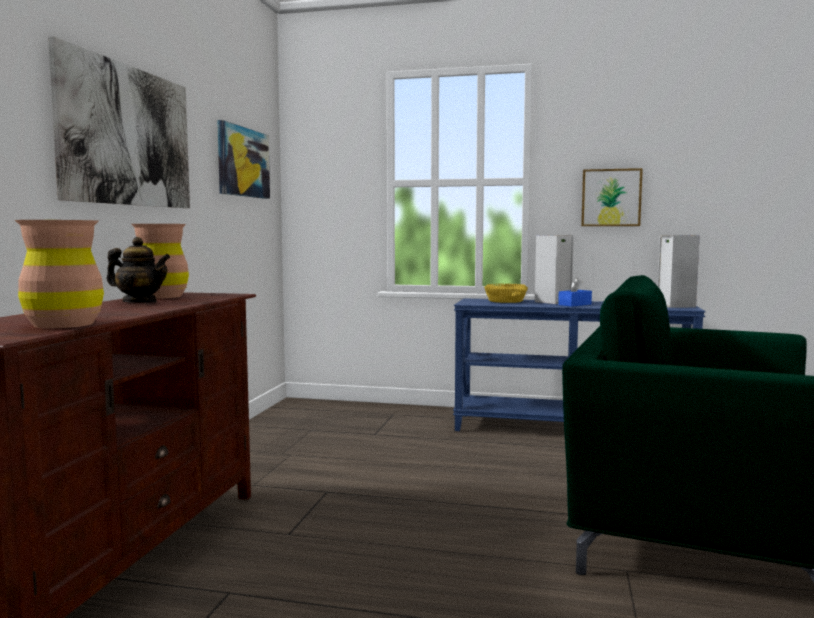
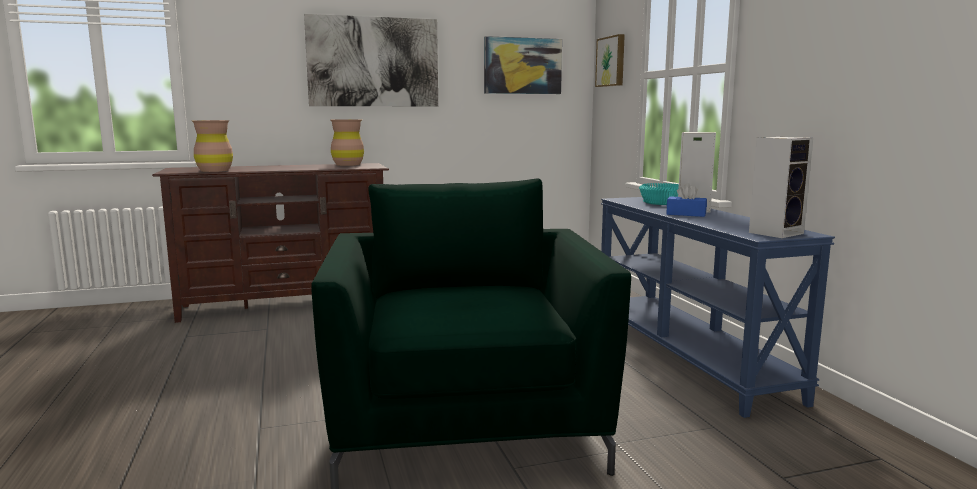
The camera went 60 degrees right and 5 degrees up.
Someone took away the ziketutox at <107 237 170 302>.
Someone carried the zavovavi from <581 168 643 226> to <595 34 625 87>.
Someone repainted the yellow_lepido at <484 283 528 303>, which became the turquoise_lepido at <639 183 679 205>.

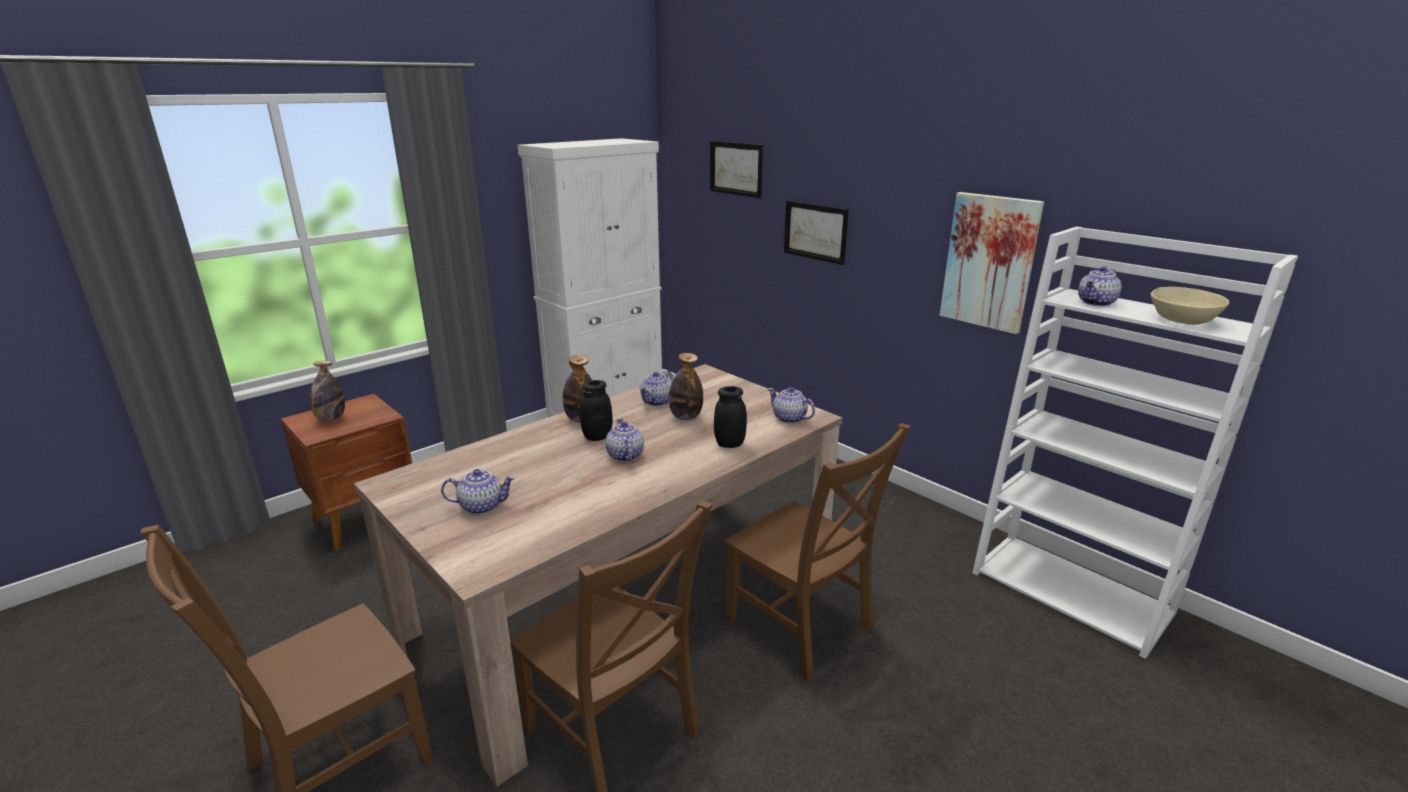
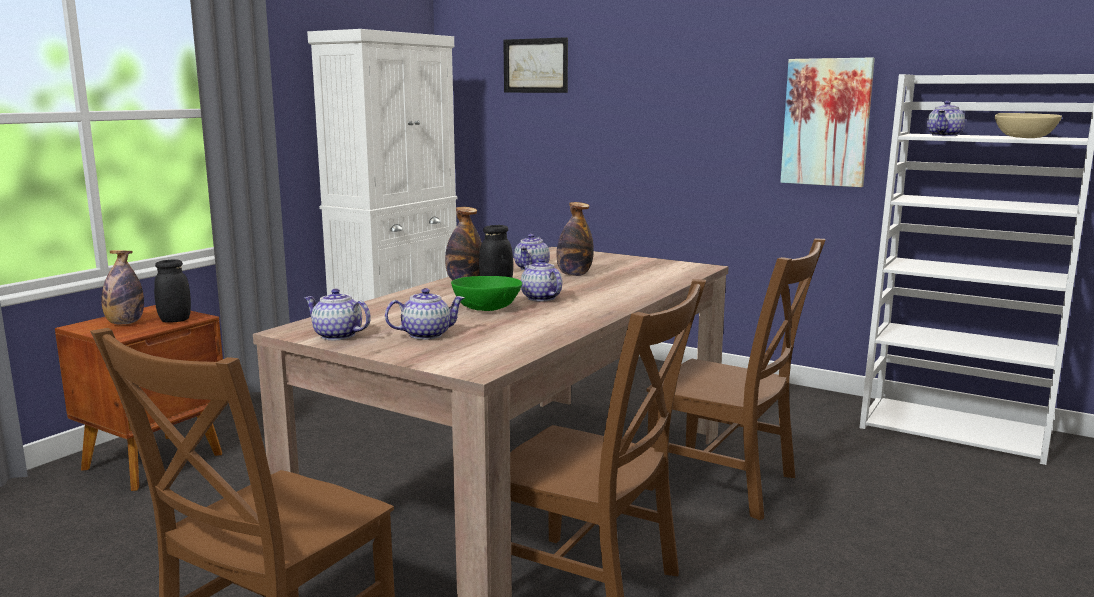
The camera went 15 degrees left and 10 degrees down.
Someone took away the zavovavi at <784 200 849 265>.
Someone put down the green_lepido at <451 276 522 311>.
Someone carried the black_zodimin from <714 386 747 448> to <154 259 191 322>.
Someone carried the ziketutox from <768 387 815 424> to <304 289 371 340>.

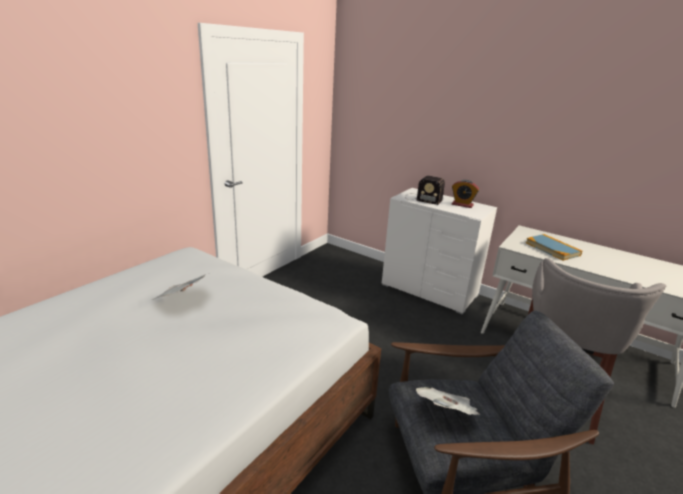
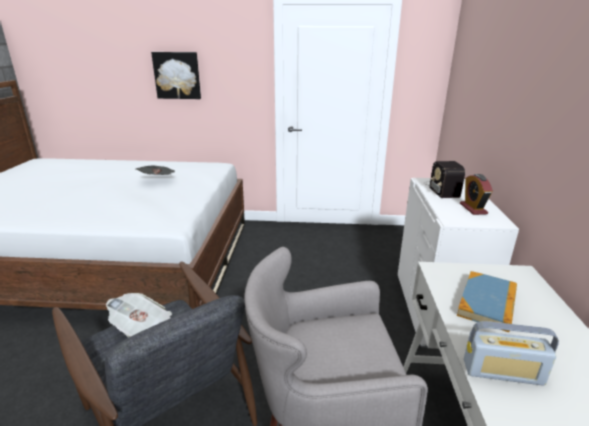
The camera went 60 degrees right and 0 degrees up.
Someone put up the zavovavi at <151 52 201 99>.
Someone put down the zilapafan at <464 321 559 386>.

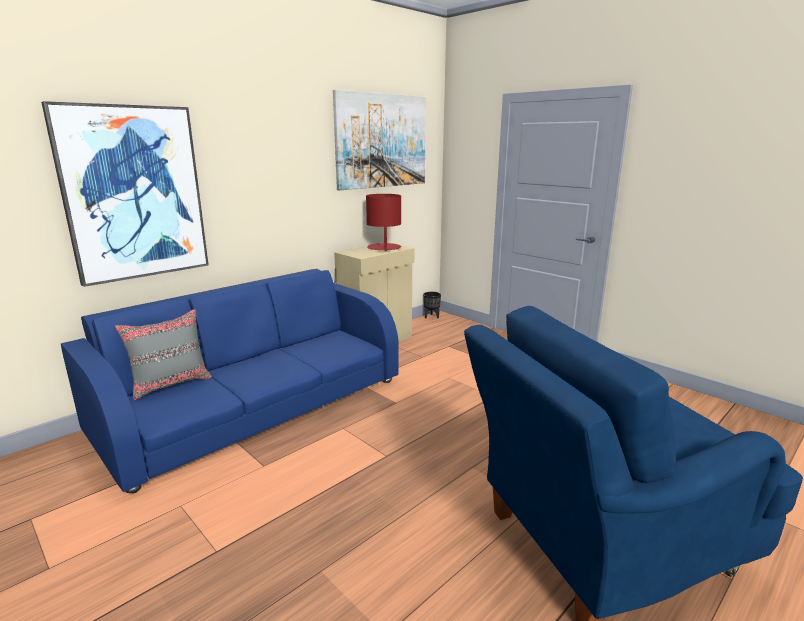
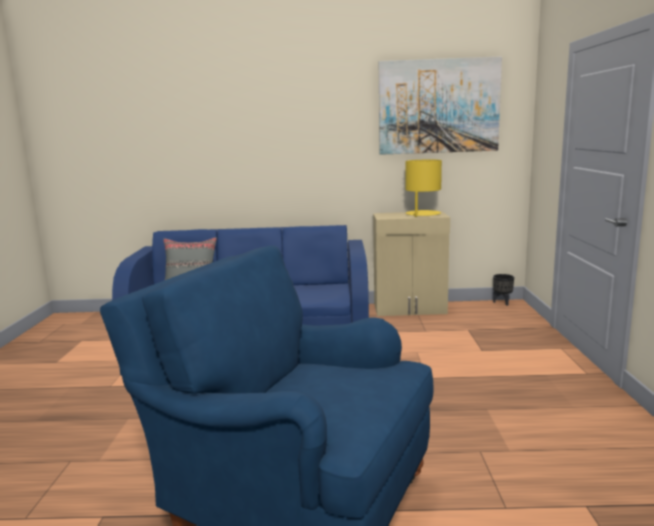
The camera went 45 degrees right and 5 degrees down.
Someone took away the zavovavi at <41 101 209 287>.
Someone repainted the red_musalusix at <366 194 401 252>, which became the yellow_musalusix at <405 159 442 217>.

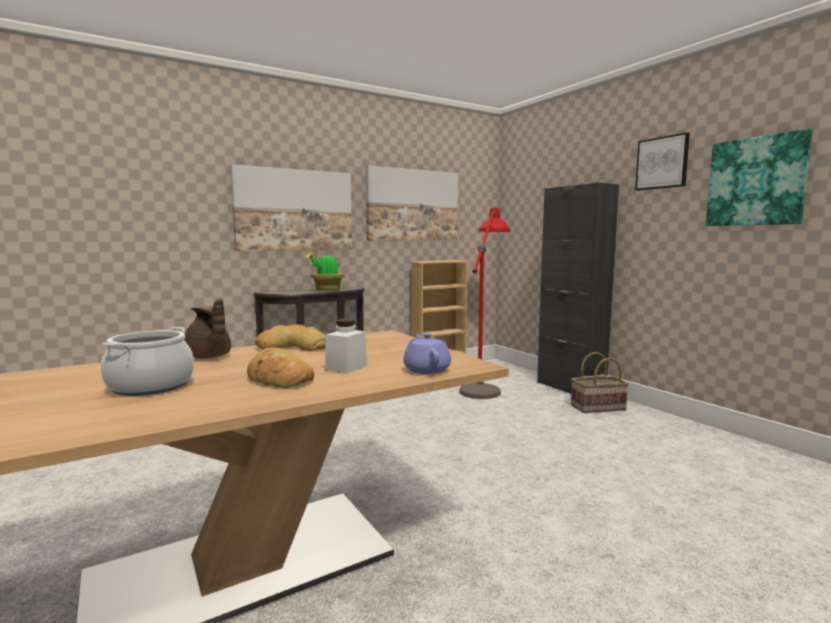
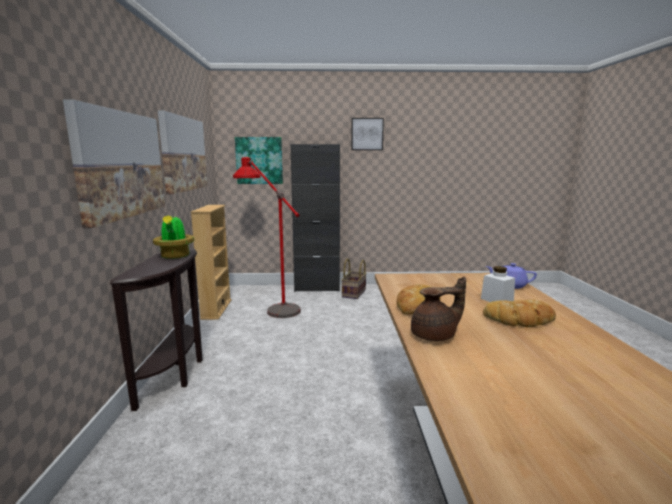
The camera went 60 degrees left and 5 degrees up.
Someone took away the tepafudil at <101 327 194 396>.
Someone carried the zavovavi from <706 128 813 226> to <235 137 283 184>.

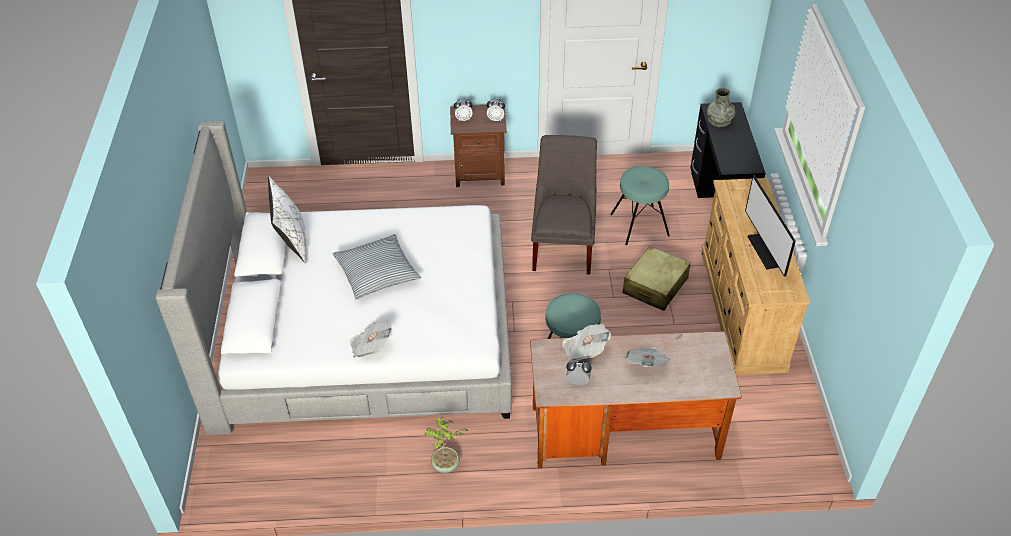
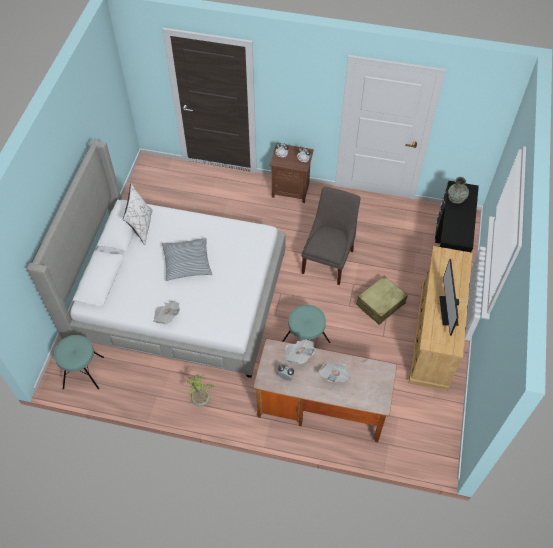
The camera went 15 degrees right and 10 degrees up.
Someone carried the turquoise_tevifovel from <610 166 670 245> to <54 335 104 390>.

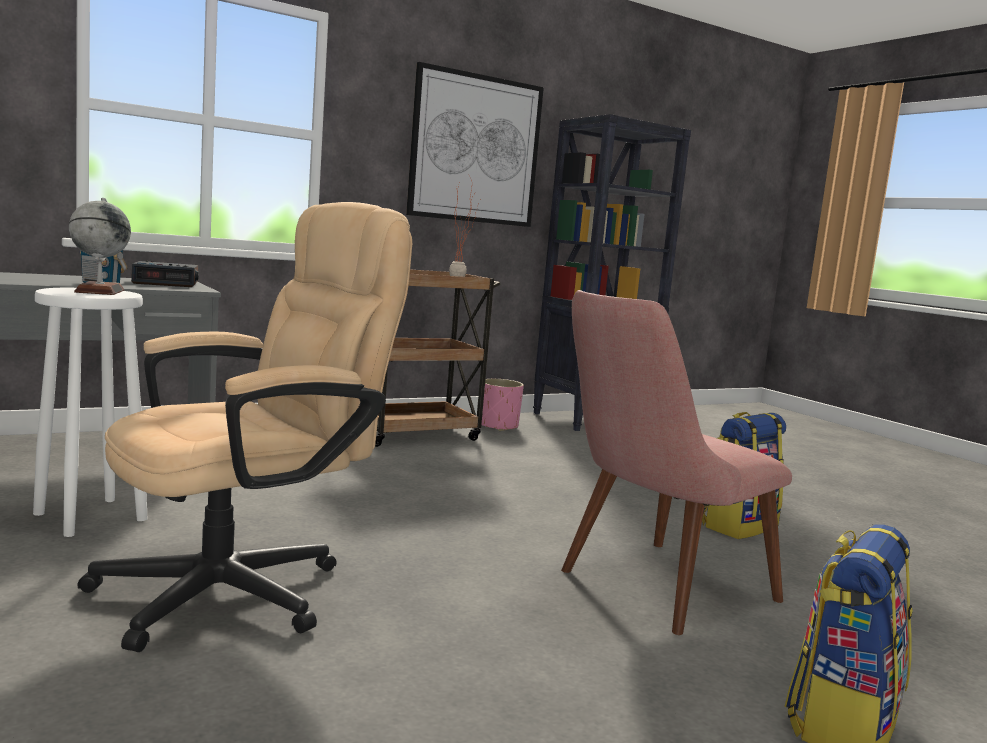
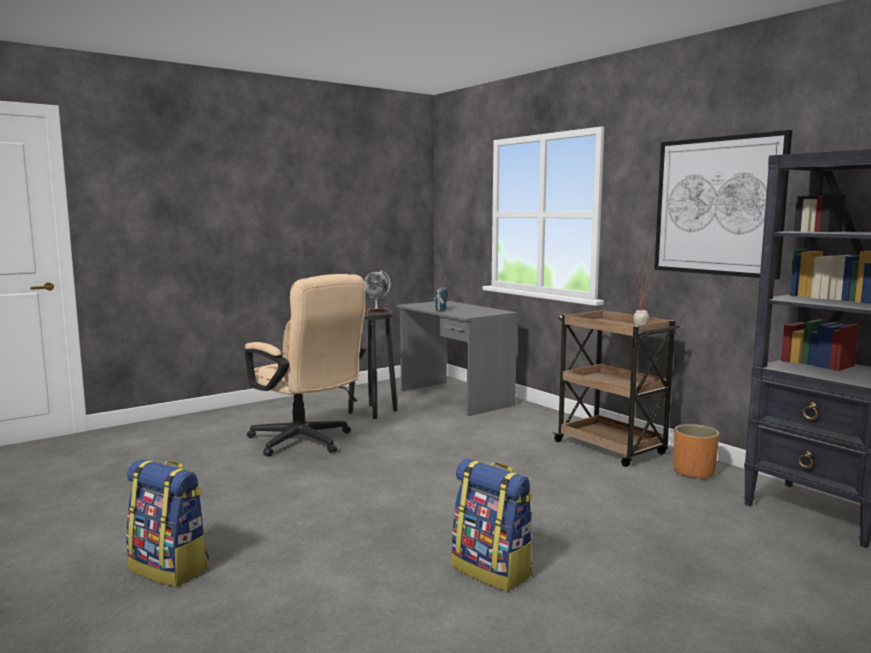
The camera went 85 degrees right and 0 degrees up.
Someone took away the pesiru at <131 261 199 287>.
Someone took away the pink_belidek at <561 290 792 635>.
Someone repainted the white_tevifovel at <33 288 147 537>, which became the black_tevifovel at <348 310 397 419>.
Someone repainted the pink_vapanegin at <481 379 524 431>, which became the orange_vapanegin at <673 424 719 480>.

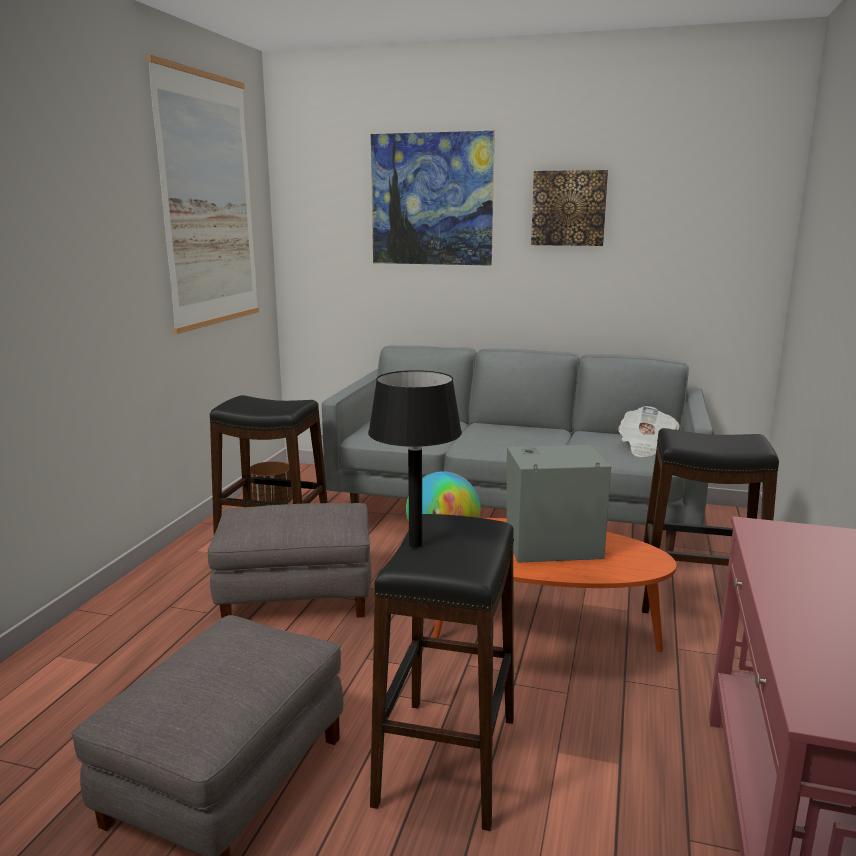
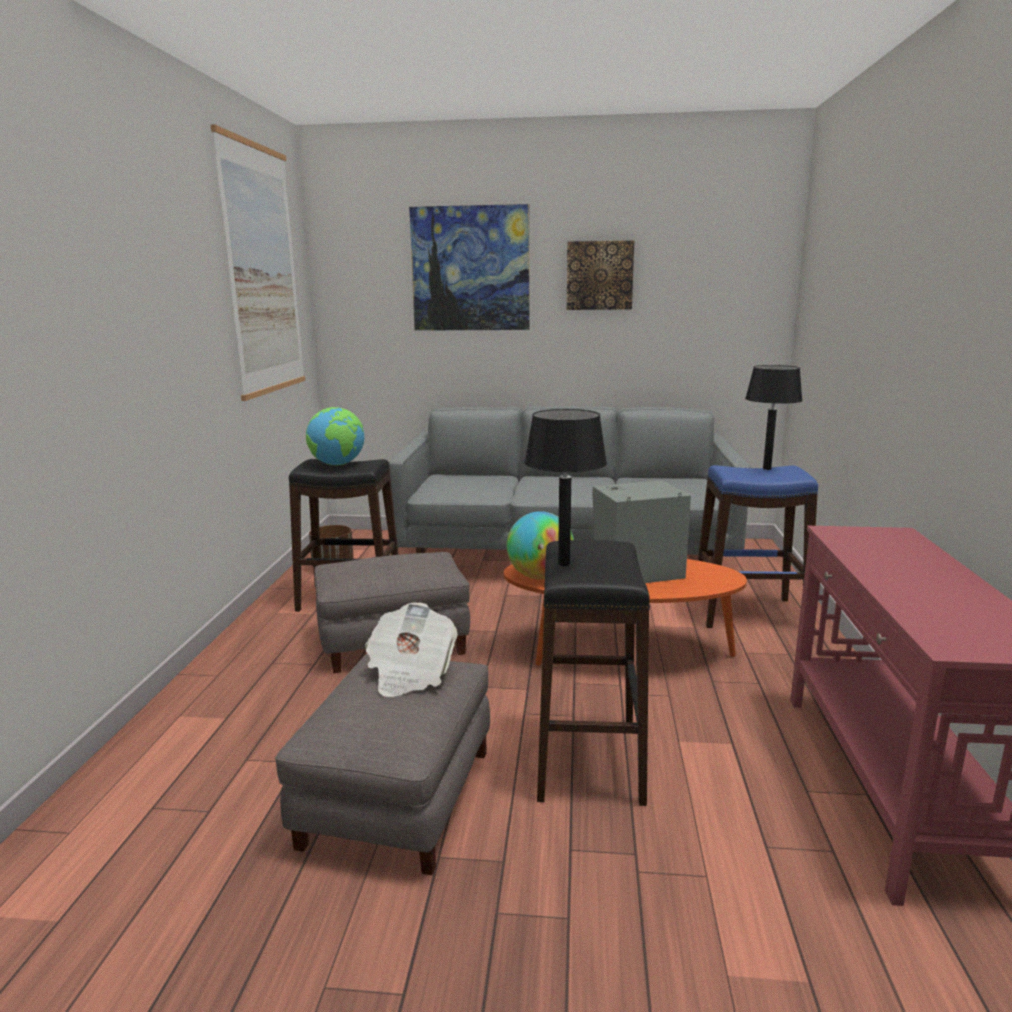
The camera went 10 degrees left and 0 degrees up.
Someone put down the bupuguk at <306 407 364 466>.
Someone put down the black_musalusix at <745 365 803 470>.
Someone carried the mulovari from <618 406 680 457> to <365 602 458 697>.
Someone repainted the black_tevifovel at <642 428 779 613>, which became the blue_tevifovel at <698 465 818 628>.

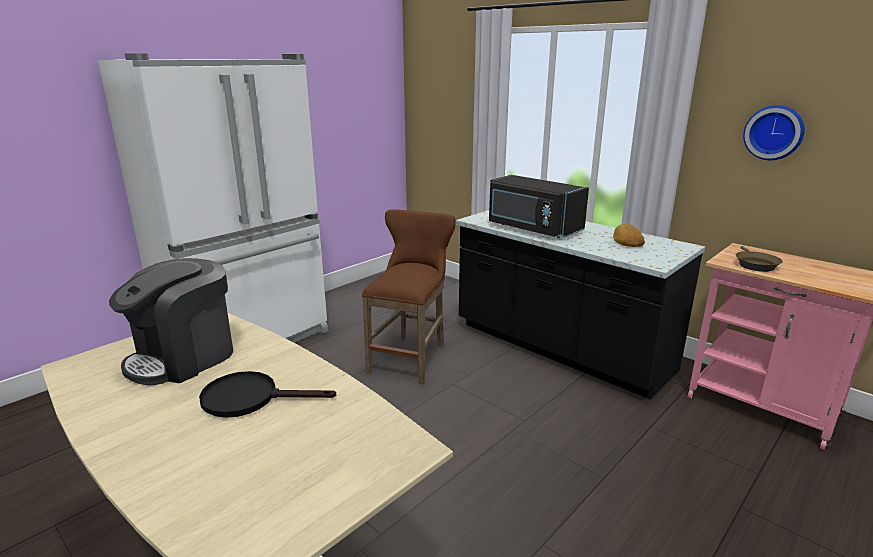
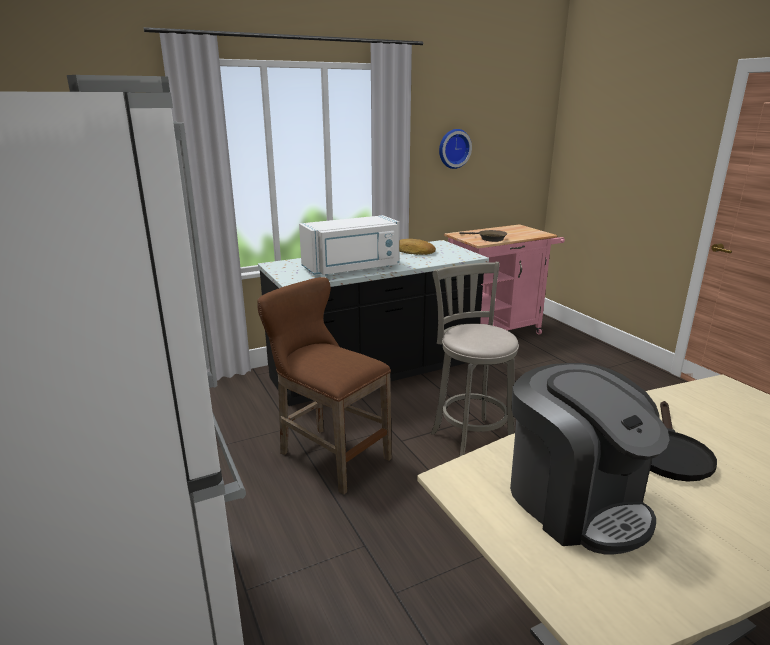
The camera went 70 degrees left and 0 degrees up.
Someone put down the grey_tevifovel at <431 262 519 457>.
Someone repainted the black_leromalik at <489 175 589 238>, which became the white_leromalik at <299 215 400 275>.

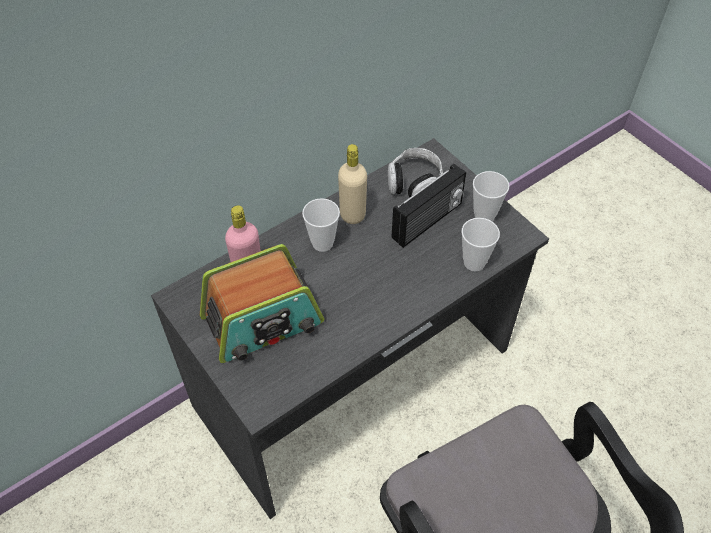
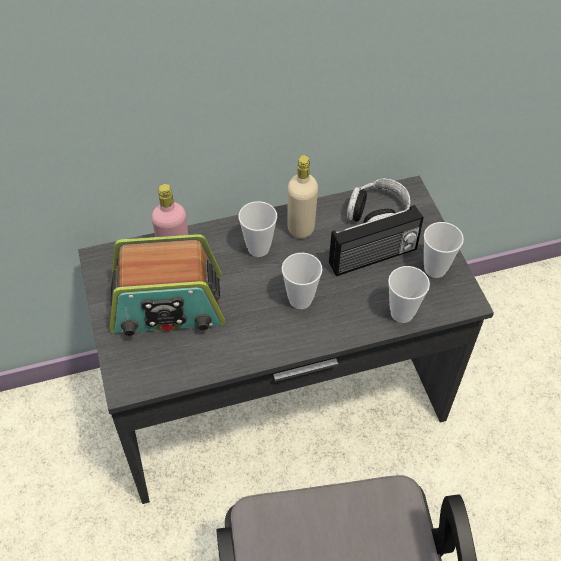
The camera went 20 degrees right and 0 degrees up.
Someone put down the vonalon at <282 253 322 309>.

